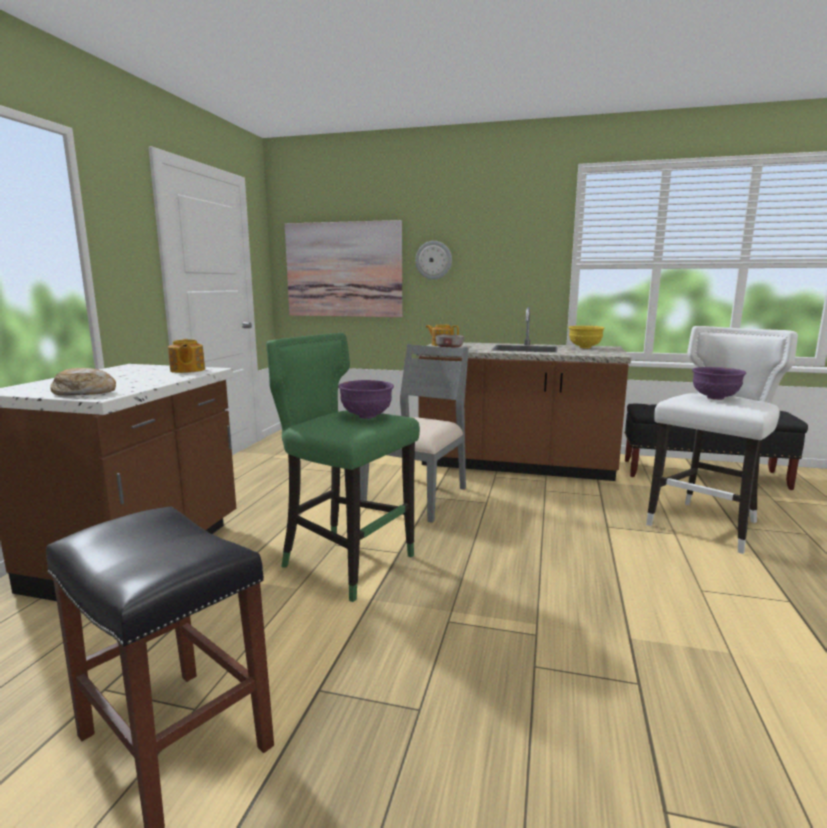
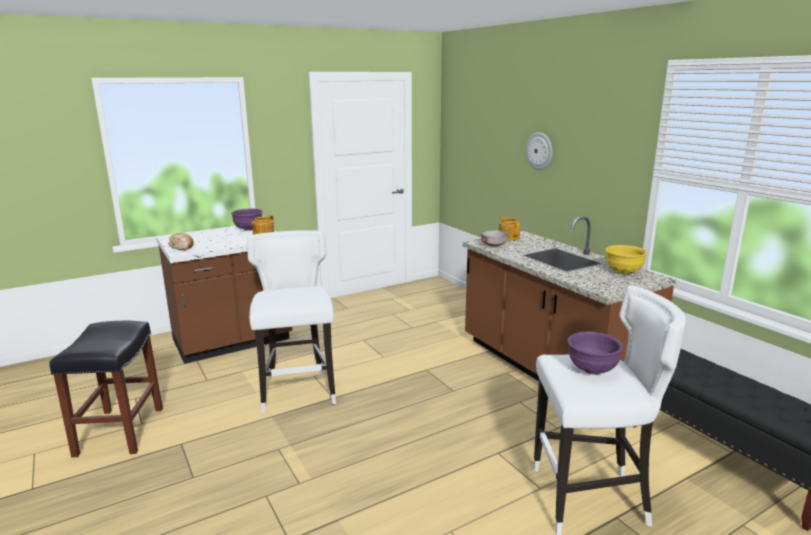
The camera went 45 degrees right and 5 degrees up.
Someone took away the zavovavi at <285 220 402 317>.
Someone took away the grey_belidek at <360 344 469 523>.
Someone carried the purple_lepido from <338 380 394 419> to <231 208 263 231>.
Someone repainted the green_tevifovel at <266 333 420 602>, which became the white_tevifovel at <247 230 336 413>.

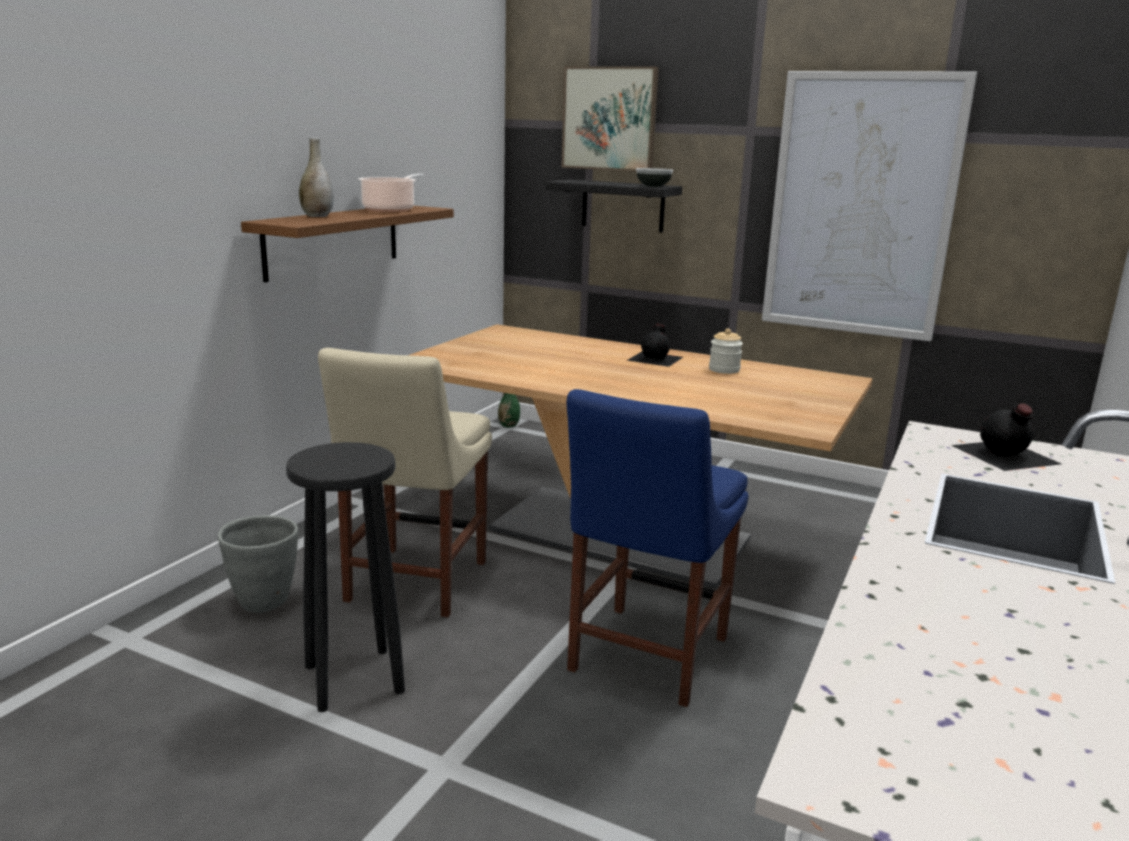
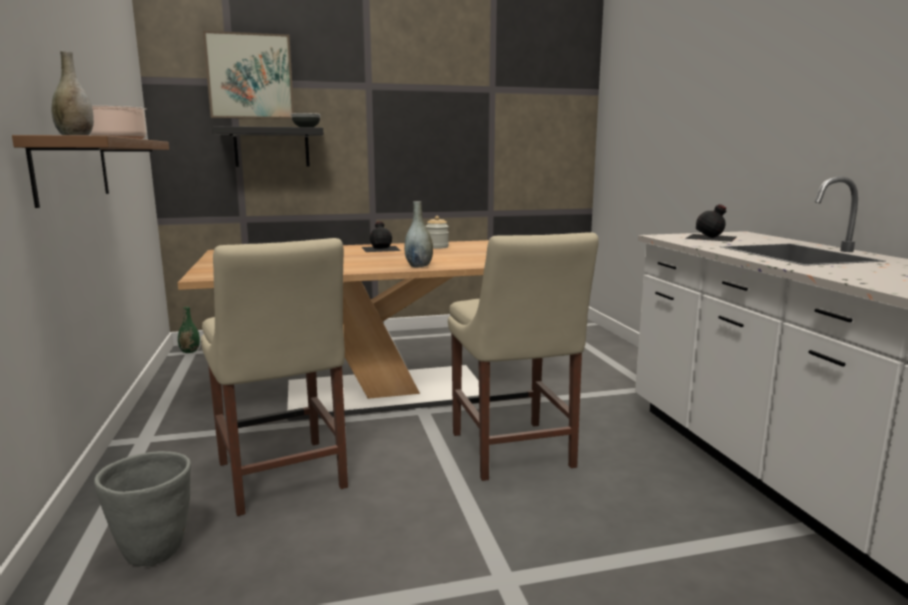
The camera went 40 degrees left and 5 degrees down.
Someone took away the black_tevifovel at <286 442 405 712>.
Someone took away the zavovavi at <762 71 977 341>.
Someone put down the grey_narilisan at <404 201 433 268>.
Someone repainted the blue_belidek at <567 389 748 707>, which became the beige_belidek at <448 232 599 481>.

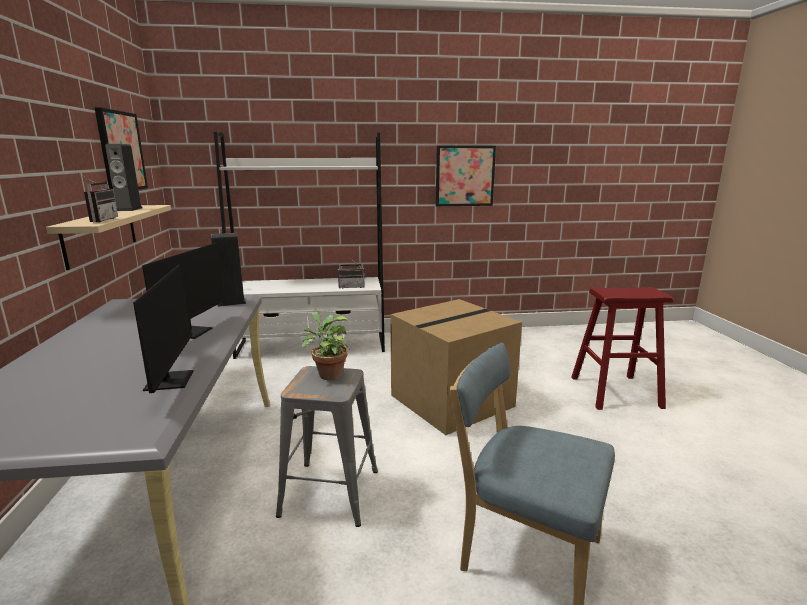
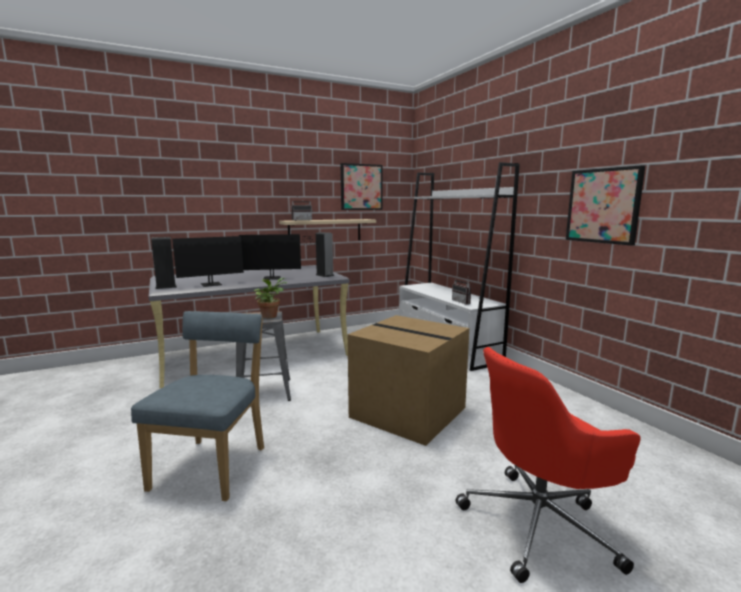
The camera went 70 degrees right and 5 degrees down.
Someone carried the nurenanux from <105 144 143 211> to <151 237 177 289>.
Someone swapped the red_tevifovel at <571 287 673 410> for the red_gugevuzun at <456 347 640 583>.

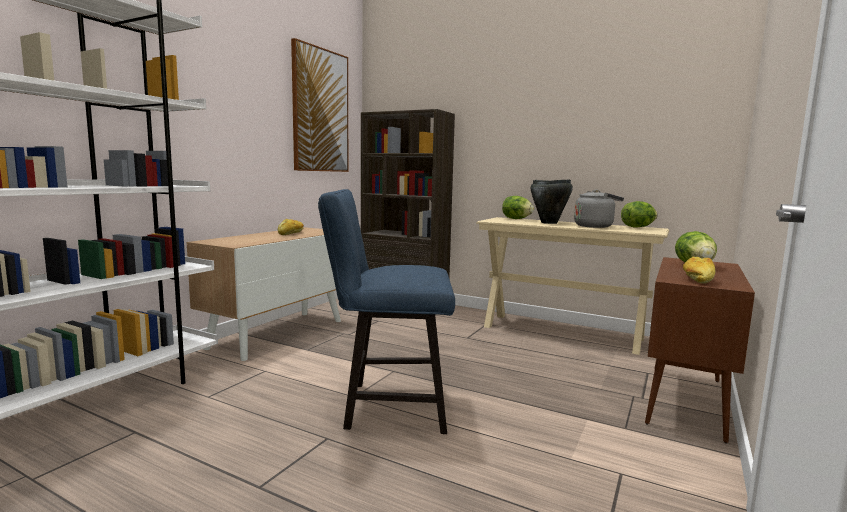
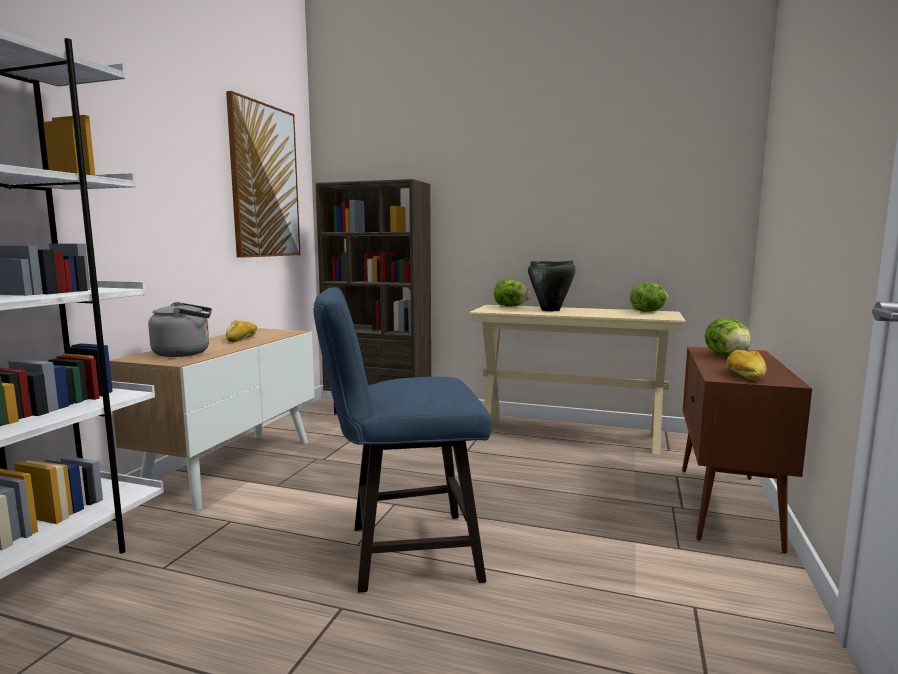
The camera went 10 degrees left and 0 degrees up.
Someone carried the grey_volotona from <574 189 624 228> to <148 302 212 357>.

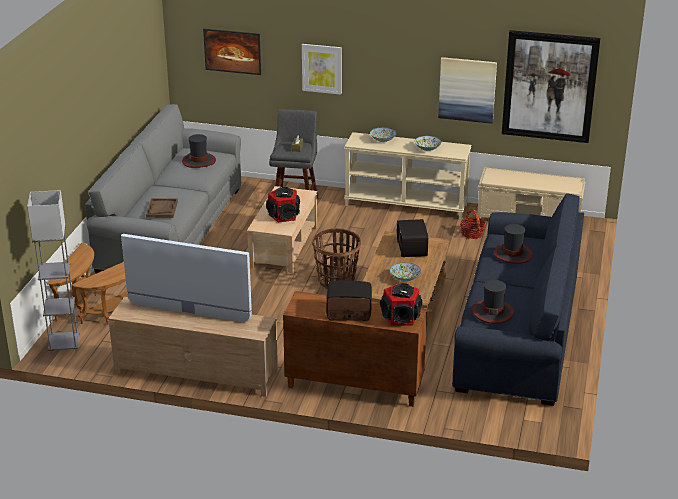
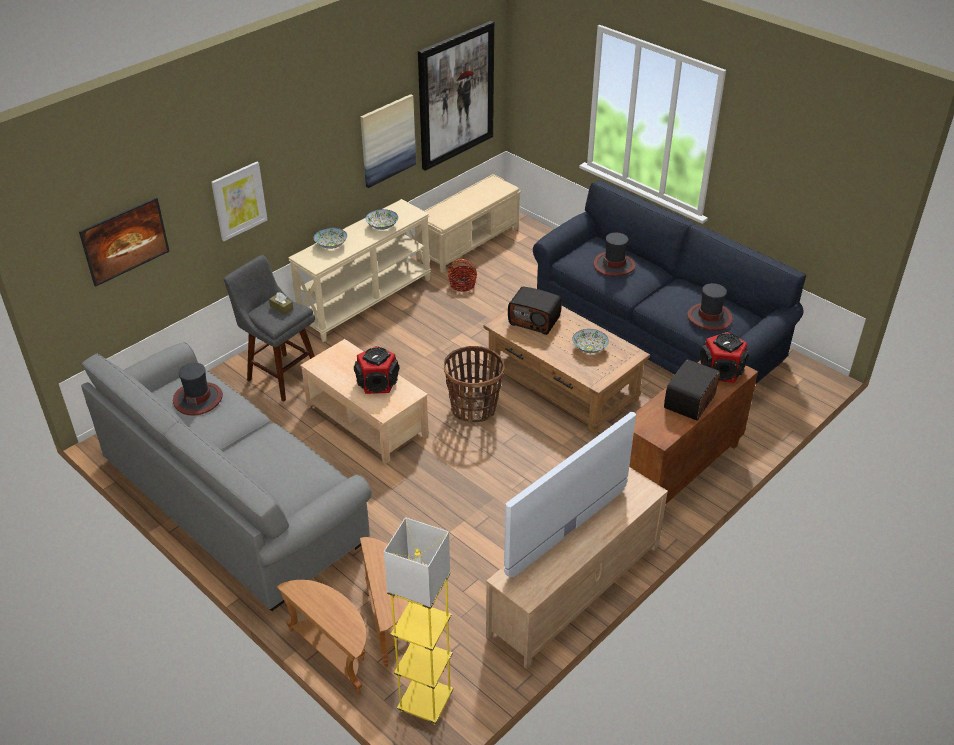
The camera went 60 degrees left and 10 degrees up.
Someone took away the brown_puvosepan at <146 198 178 218>.
Someone repainted the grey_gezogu at <27 190 79 354>, which became the yellow_gezogu at <384 517 453 725>.

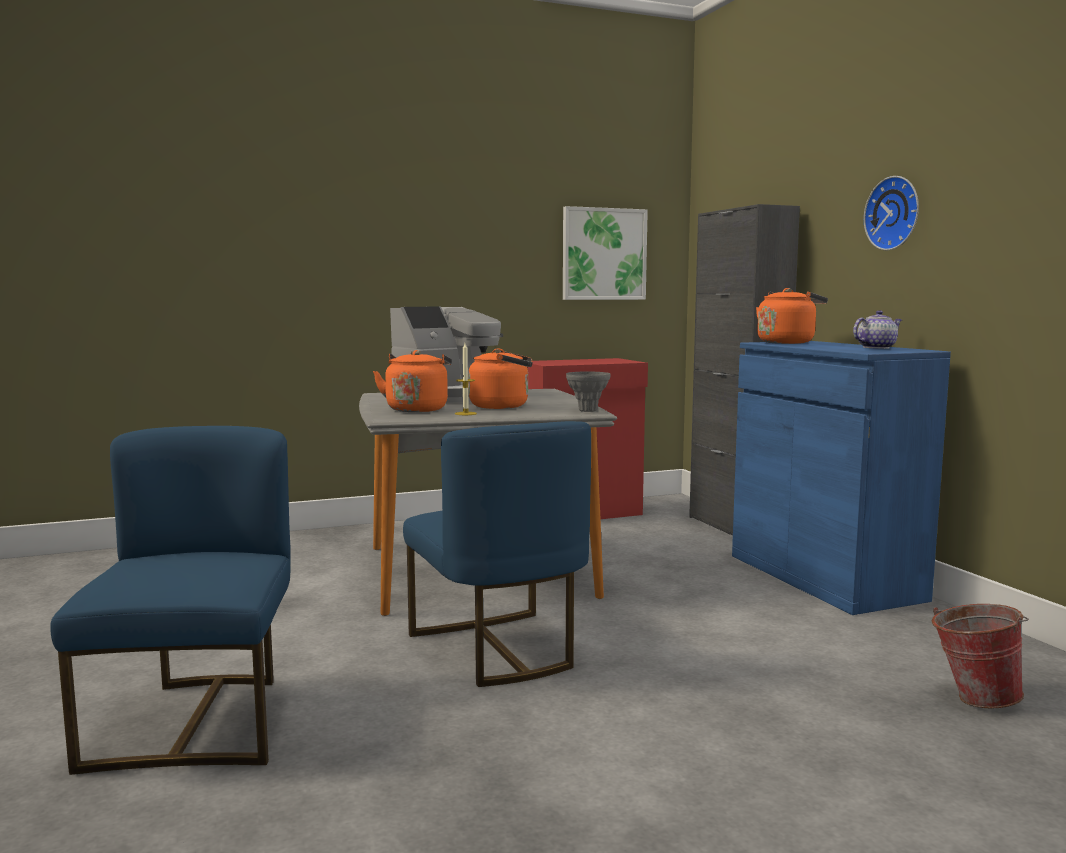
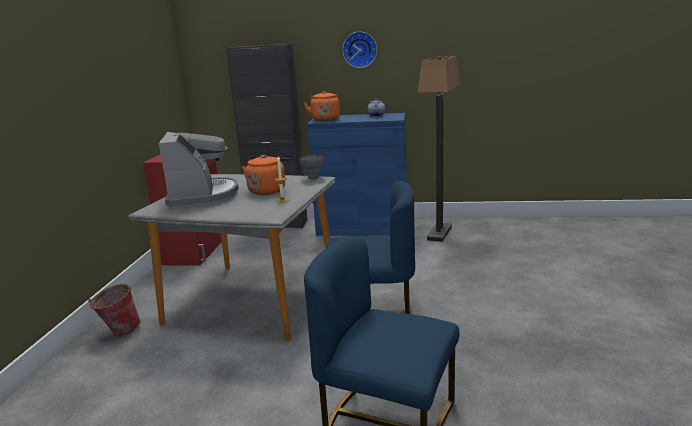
The camera went 60 degrees left and 10 degrees up.
Someone took away the orange_volotona at <373 350 452 412>.
Someone took away the zavovavi at <563 206 648 300>.
Someone put down the gezogu at <418 56 460 242>.
Someone carried the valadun from <932 604 1029 709> to <88 284 141 336>.

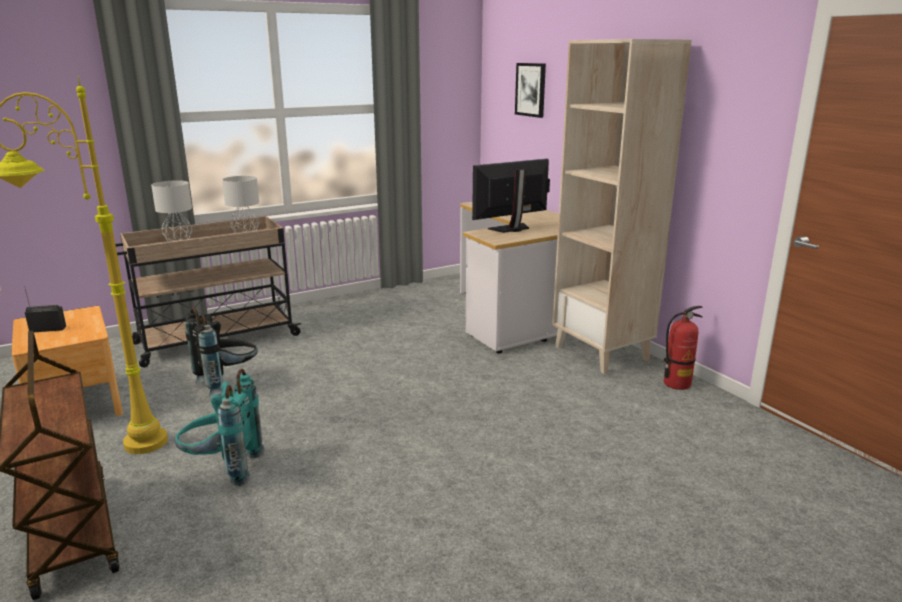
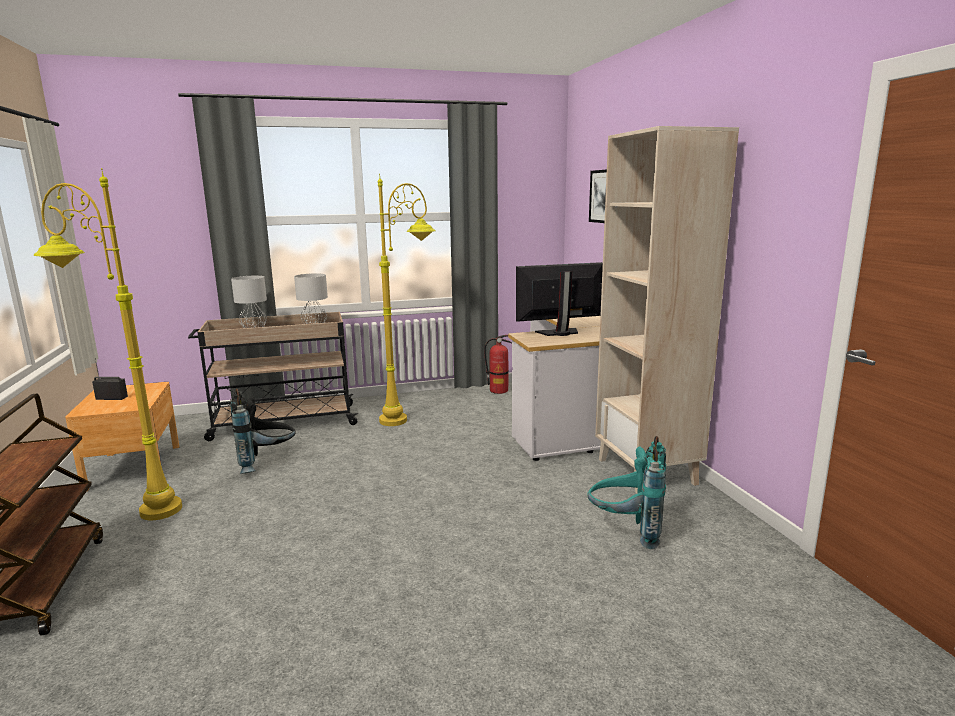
The camera went 15 degrees right and 5 degrees down.
Someone put down the yellow_gezogu at <378 173 435 426>.
Someone carried the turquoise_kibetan from <174 369 265 486> to <588 436 666 549>.
Someone carried the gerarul from <664 306 703 390> to <484 335 512 394>.

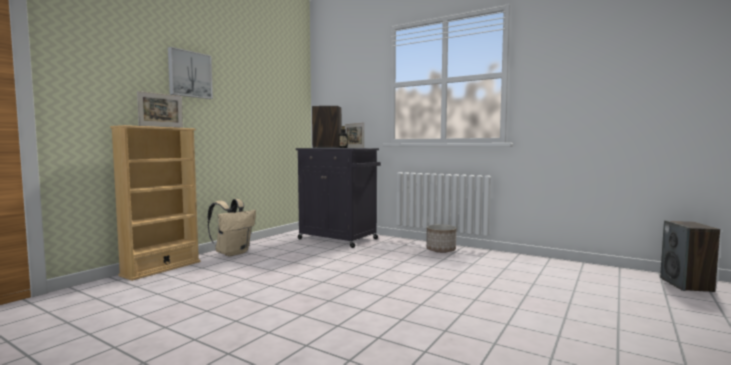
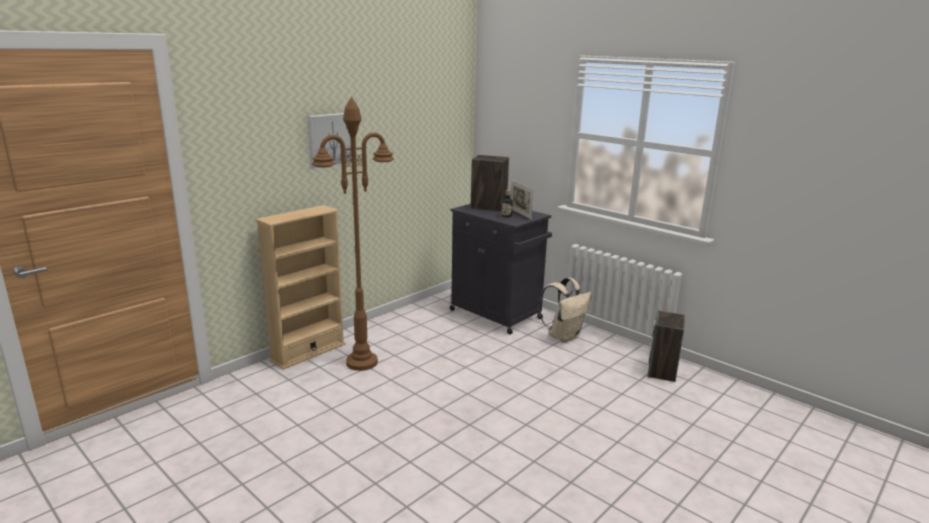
The camera went 10 degrees right and 15 degrees up.
Someone took away the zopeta at <137 91 183 128>.
Someone took away the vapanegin at <426 224 456 253>.
Someone put down the brown_gezogu at <312 97 394 371>.
Someone carried the beige_kibetan from <208 199 256 256> to <538 278 592 343>.
Someone carried the nurenanux from <660 220 720 292> to <648 310 685 382>.

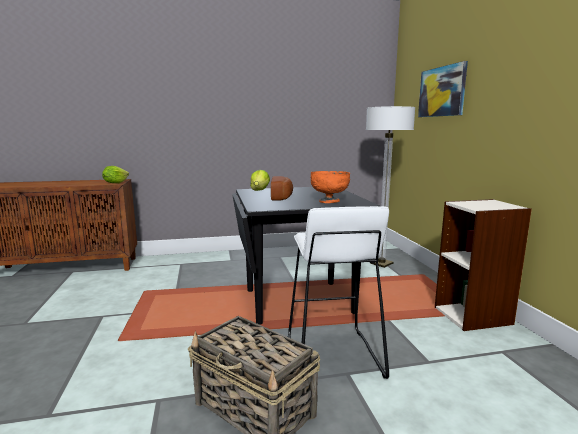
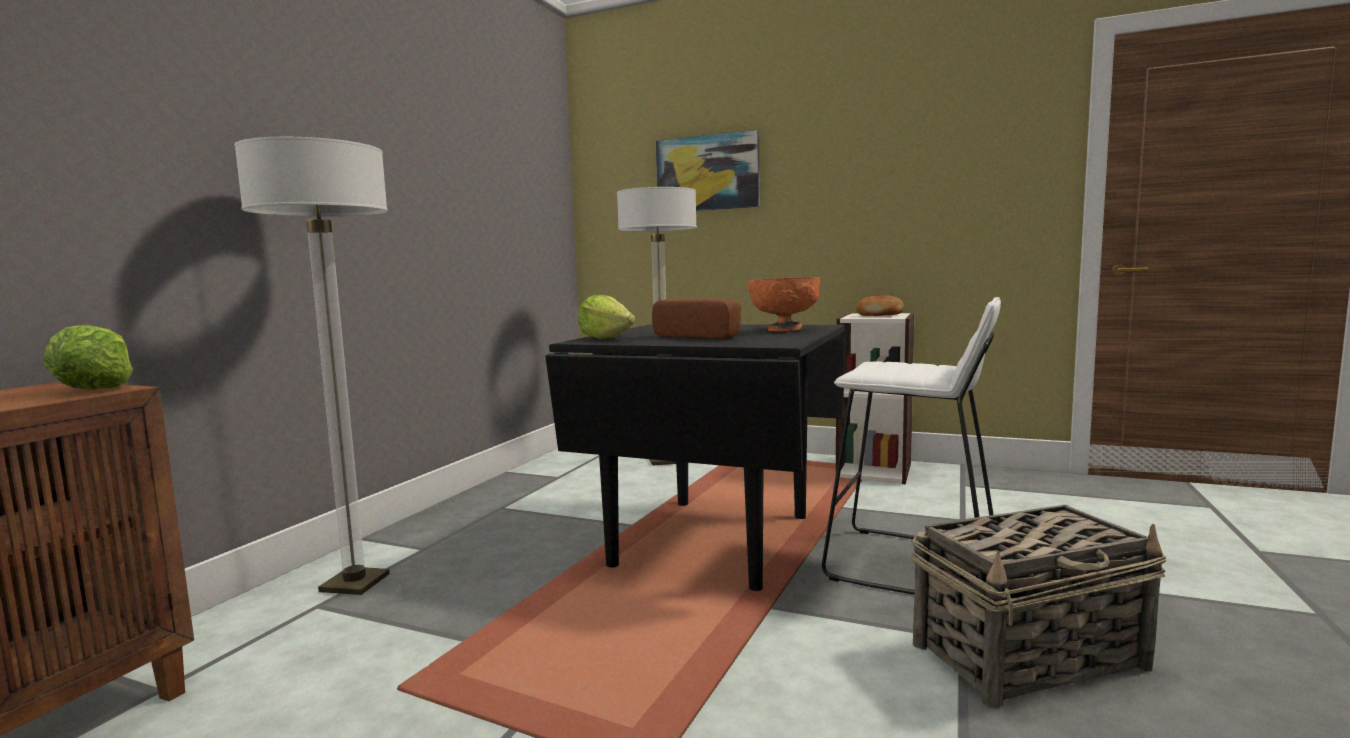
The camera went 55 degrees left and 5 degrees down.
Someone put down the gezogu at <234 137 390 595>.
Someone put down the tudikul at <856 295 904 316>.

